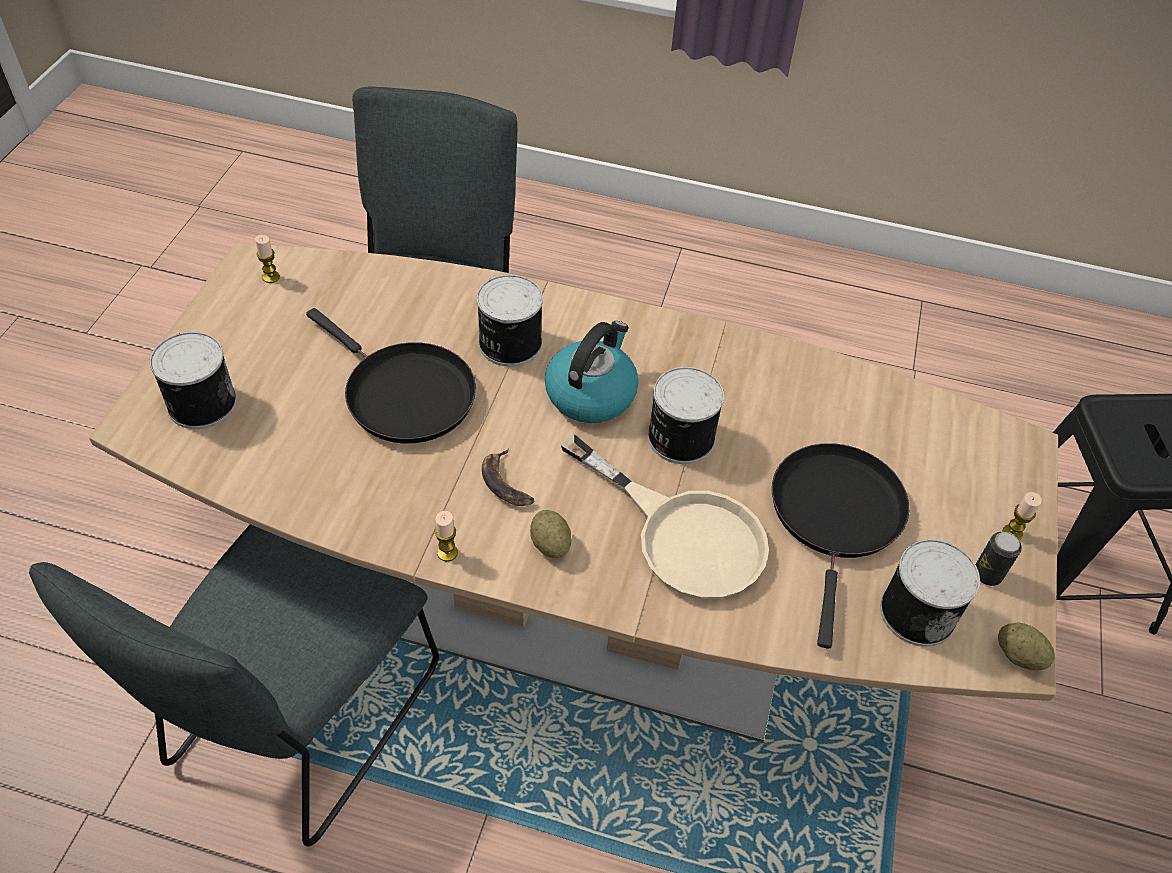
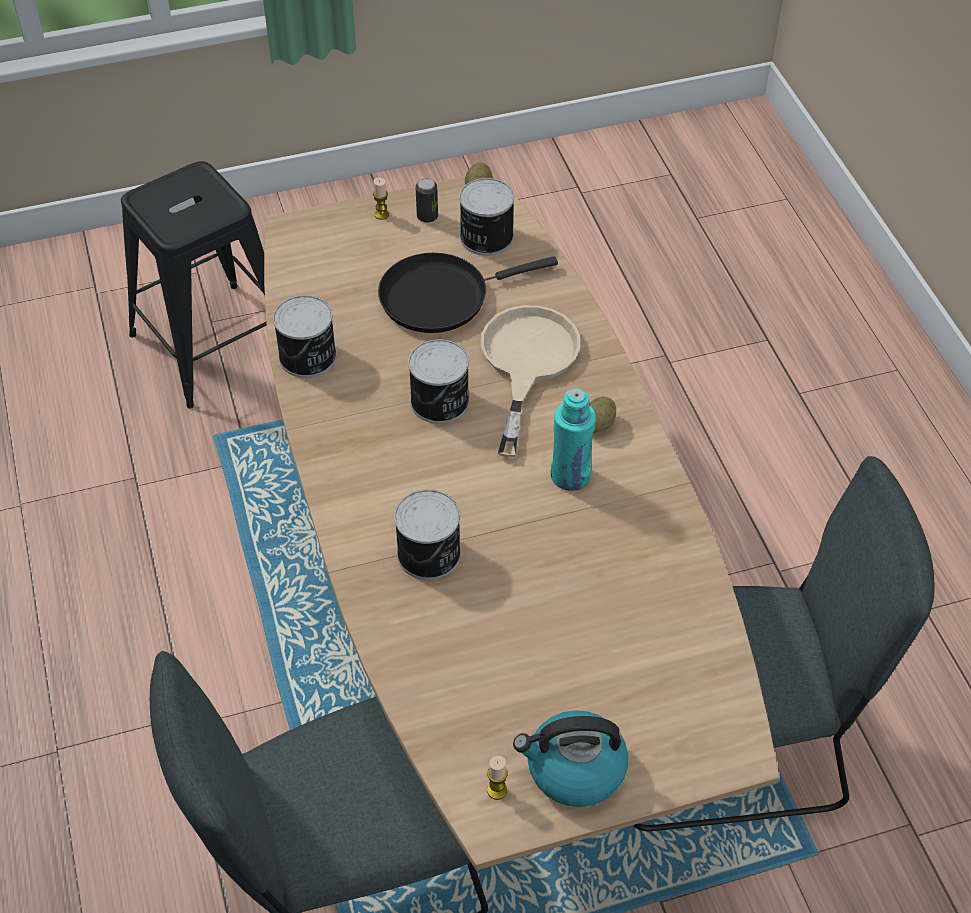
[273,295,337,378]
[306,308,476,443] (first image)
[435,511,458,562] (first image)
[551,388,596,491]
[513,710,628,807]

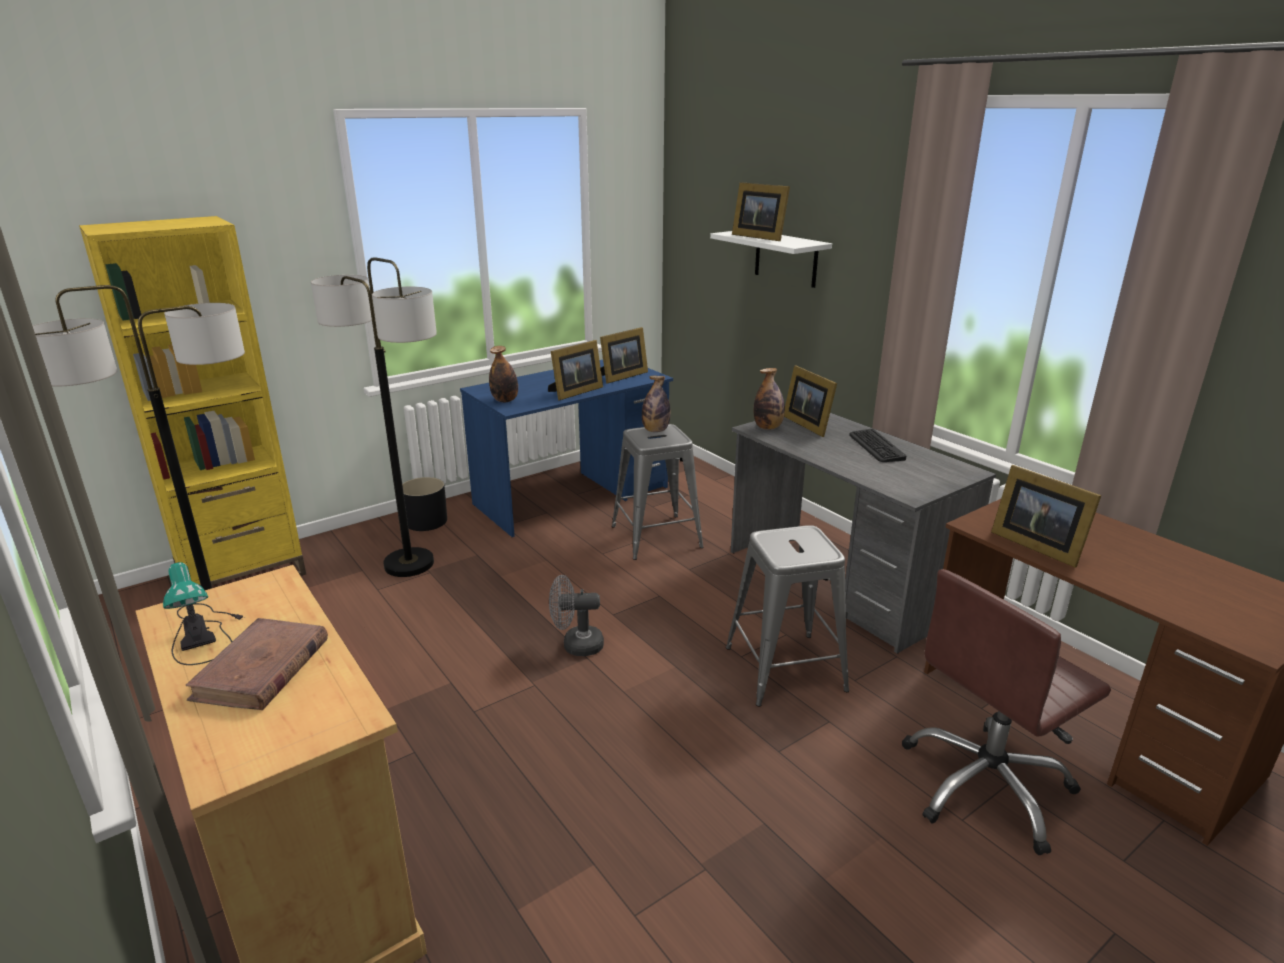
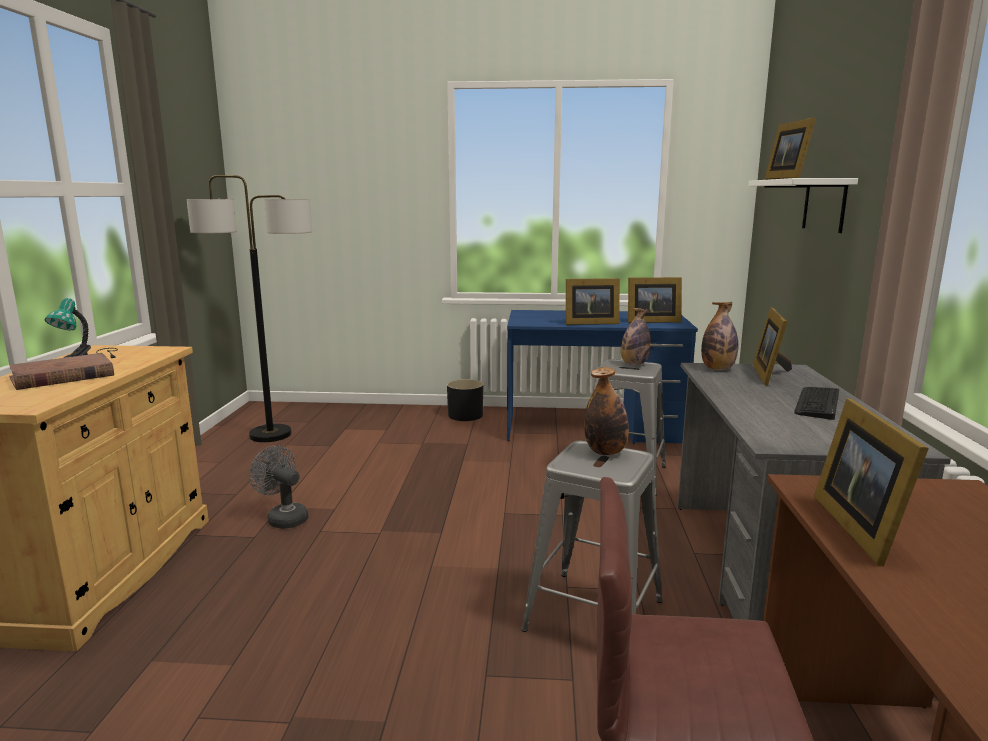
[79,216,306,586] (first image)
[311,257,437,577] (first image)
[584,367,629,455]
[249,445,308,529]

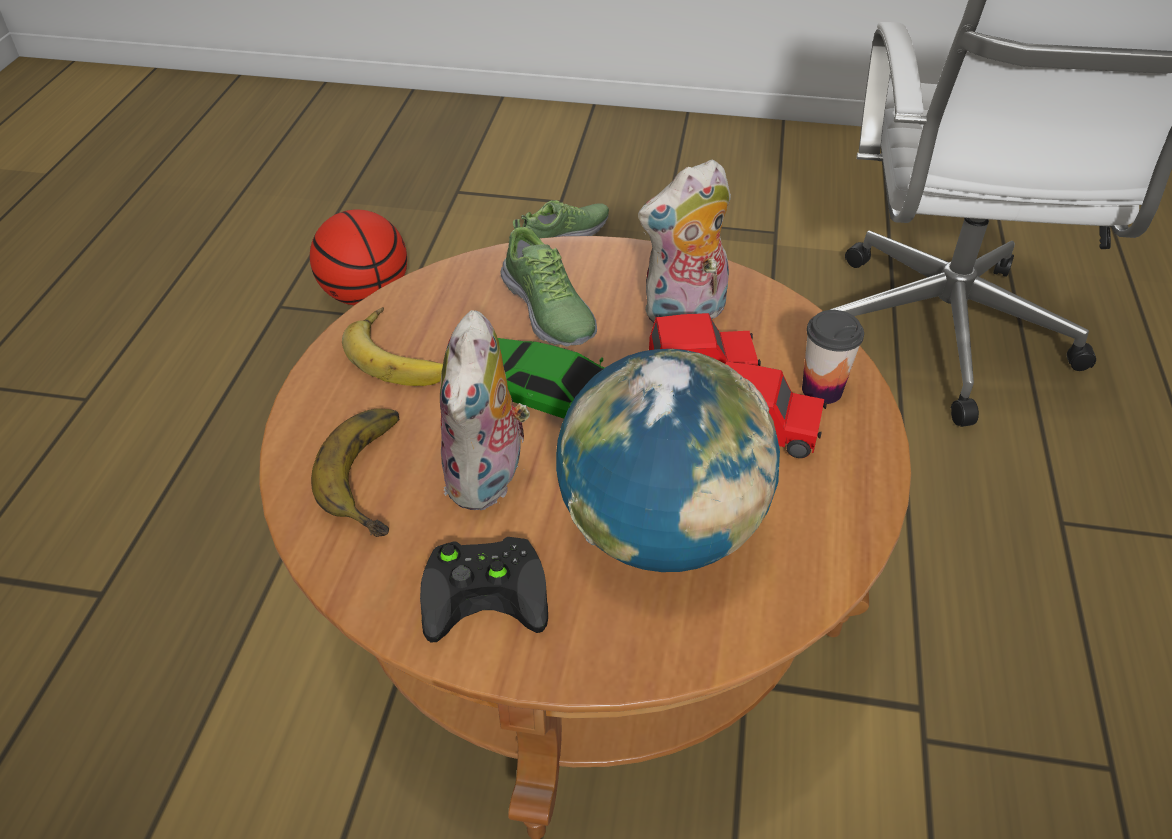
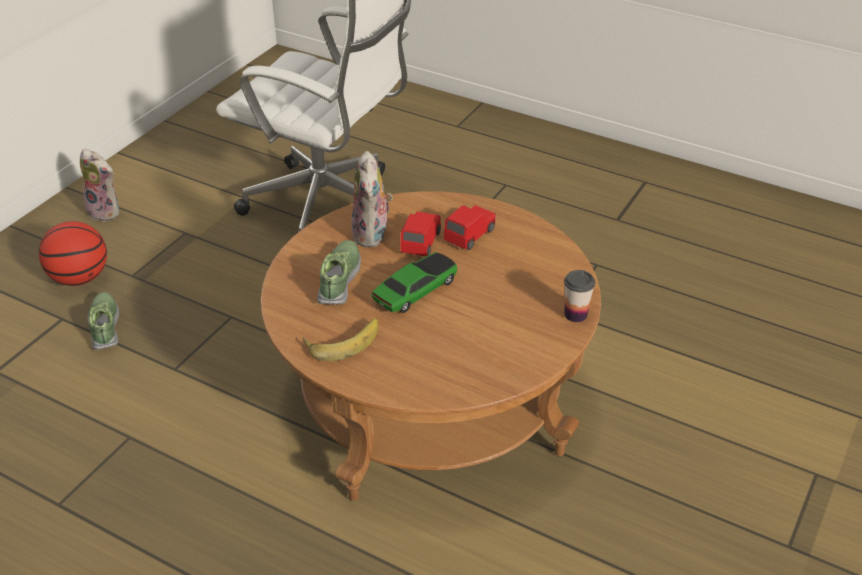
[39,221,107,286]
[311,408,400,537] (first image)
[420,537,548,642] (first image)
[80,148,119,222]
[317,240,361,305]
[556,349,780,572] (first image)
[564,270,595,322]

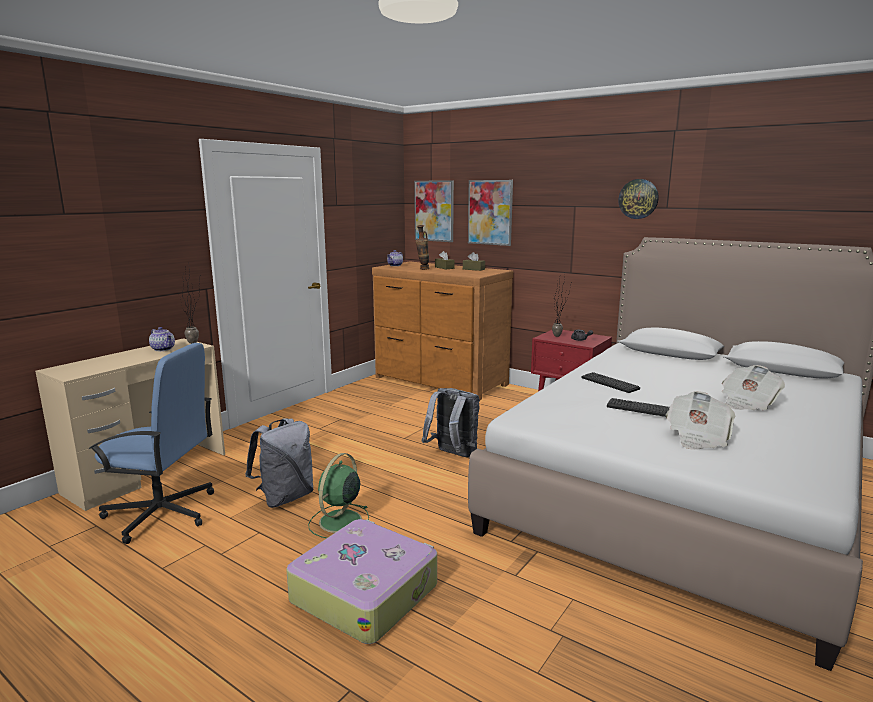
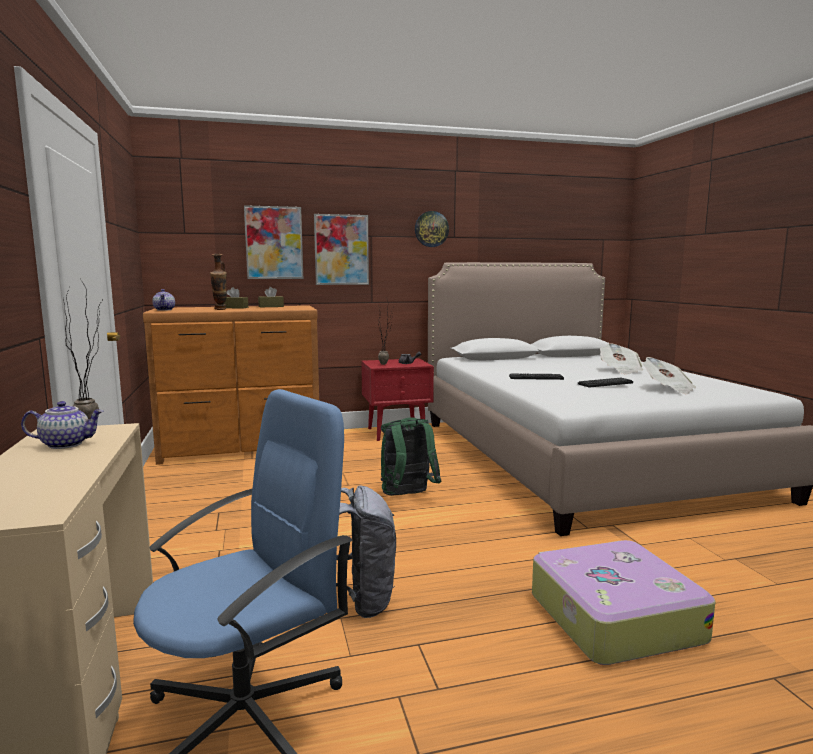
[308,453,369,538] (first image)
[314,214,369,285]
[381,417,441,495]

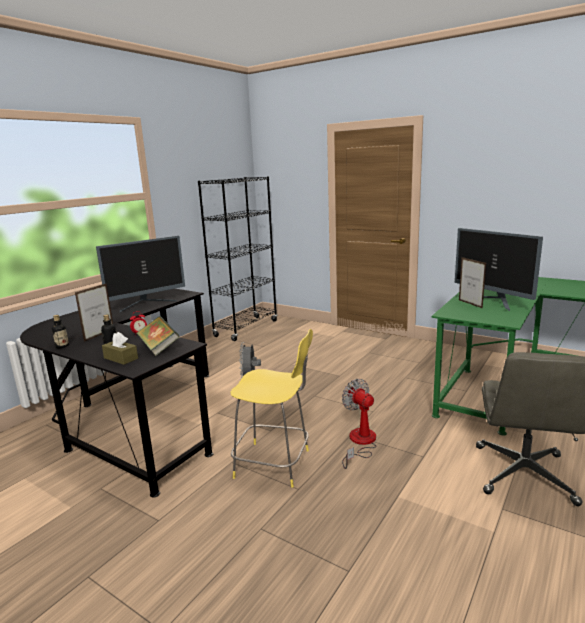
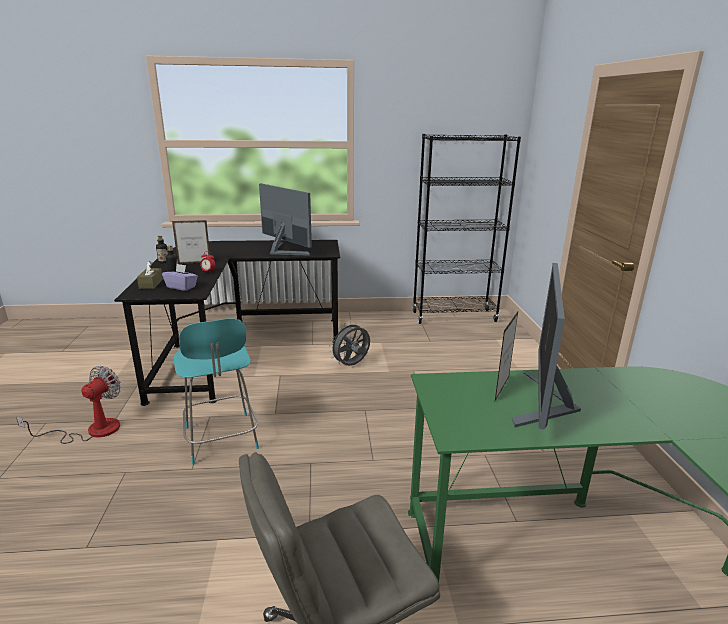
[259,183,312,256]
[162,264,198,291]
[174,318,259,465]
[16,366,121,444]

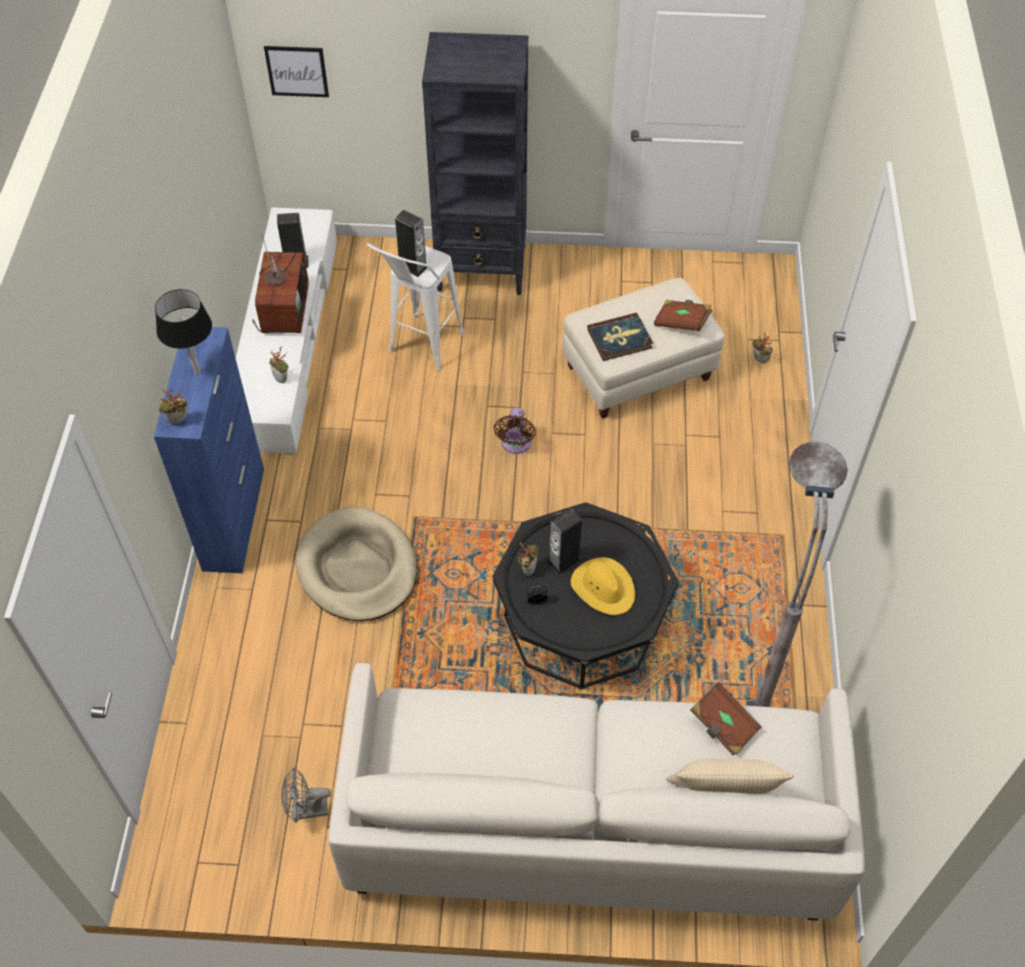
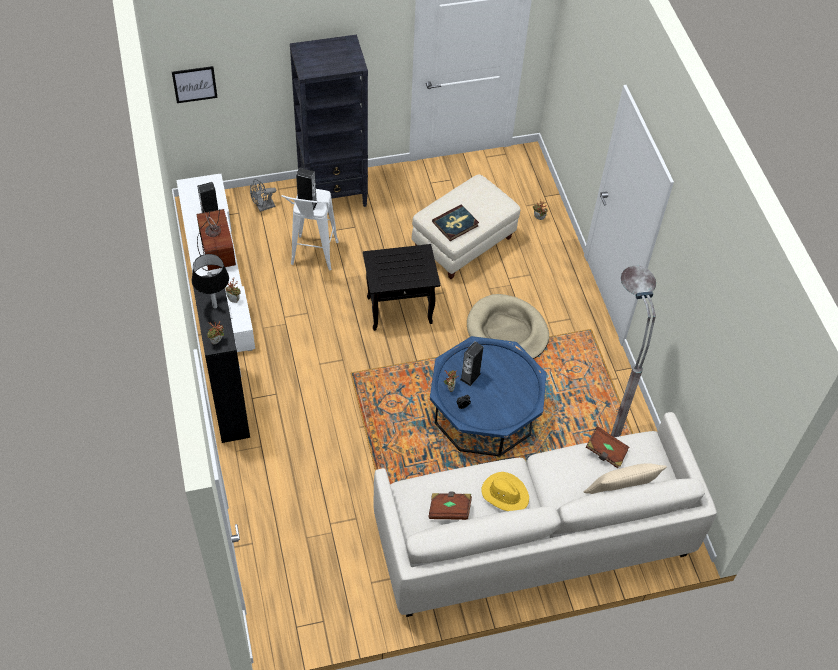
[193,274,250,443]
[250,179,276,212]
[467,294,549,359]
[430,336,546,456]
[363,244,440,331]
[482,472,529,511]
[428,491,472,520]

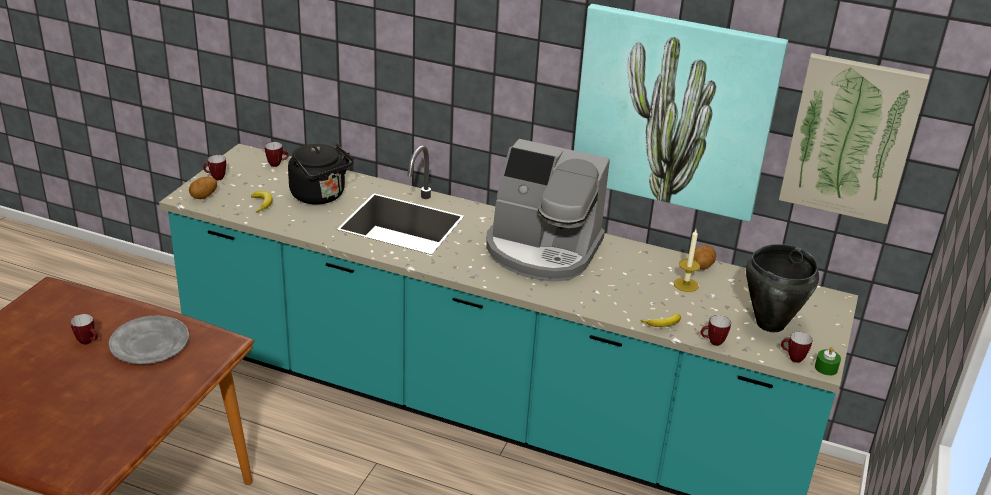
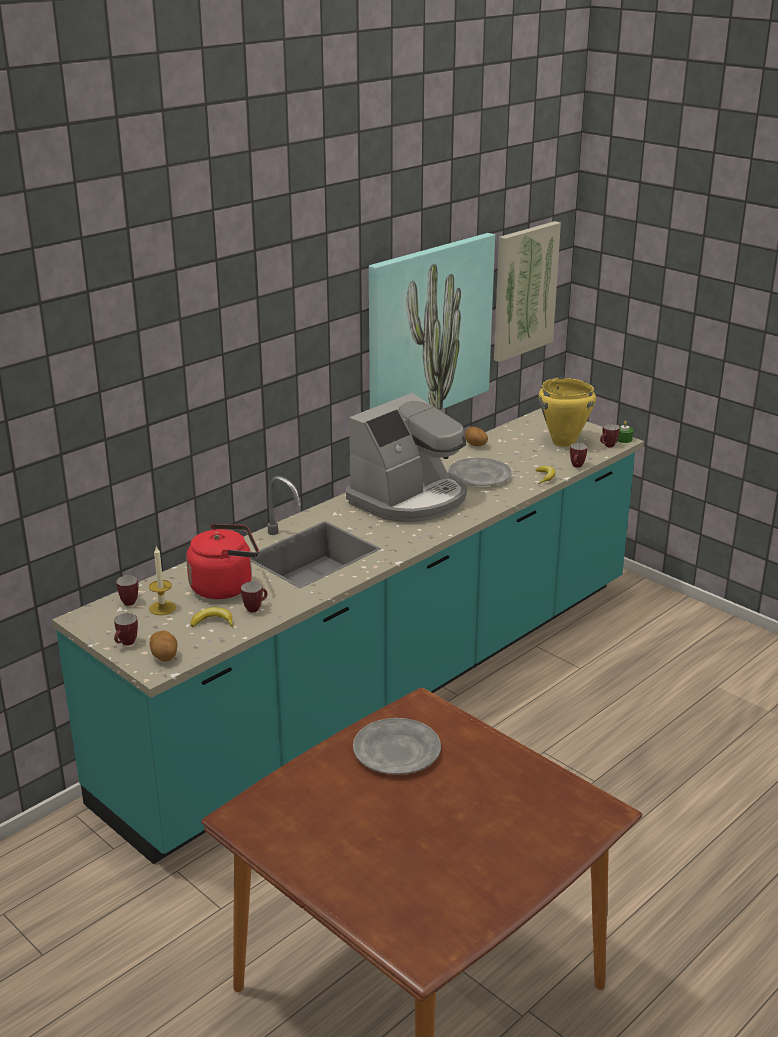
[241,582,267,613]
[186,524,259,599]
[149,546,176,615]
[539,378,596,447]
[448,458,512,486]

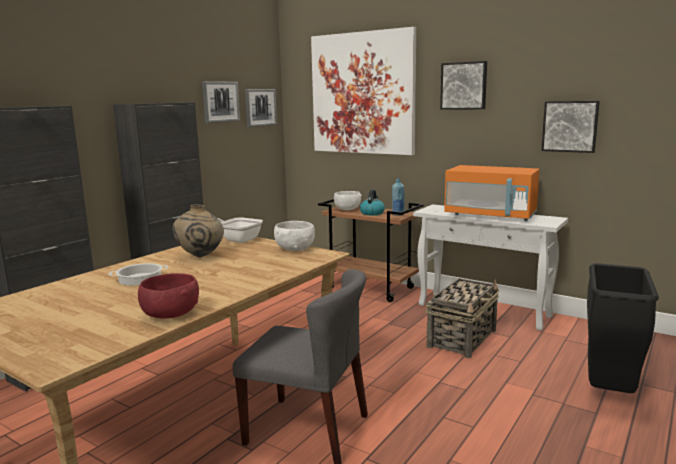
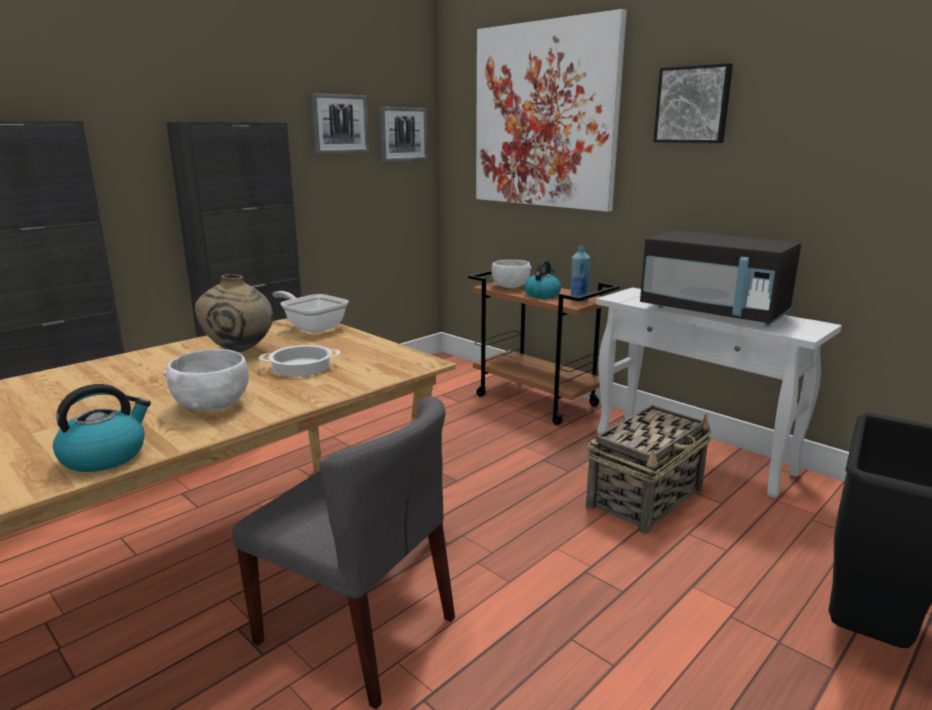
[259,345,340,377]
[53,384,151,472]
[163,349,249,411]
[640,230,801,327]
[541,101,600,153] (first image)

